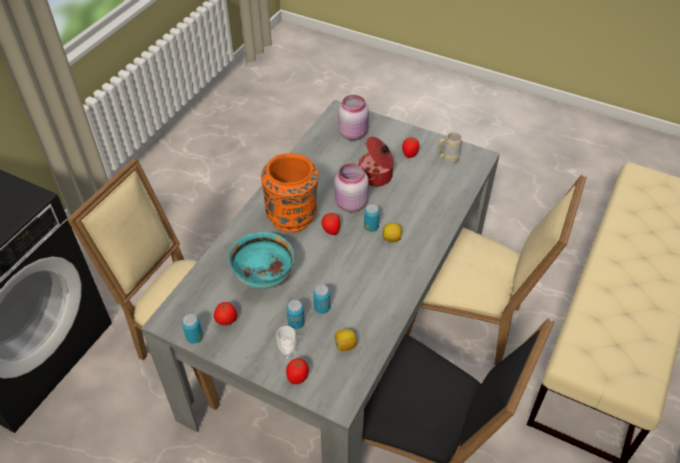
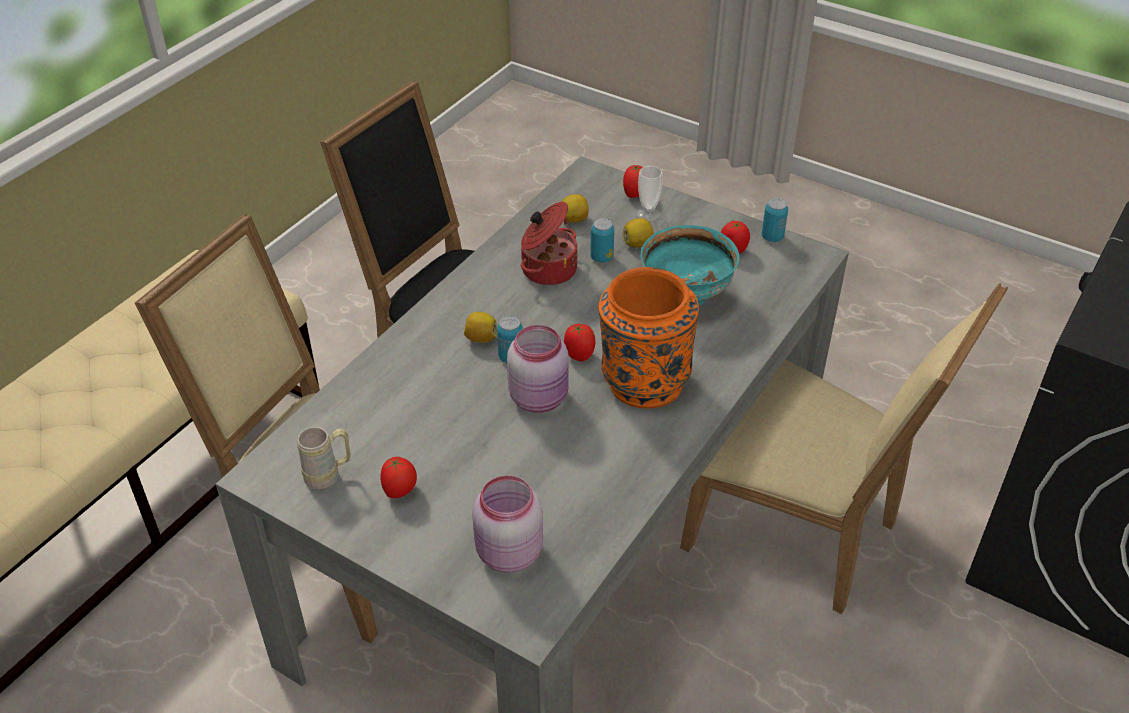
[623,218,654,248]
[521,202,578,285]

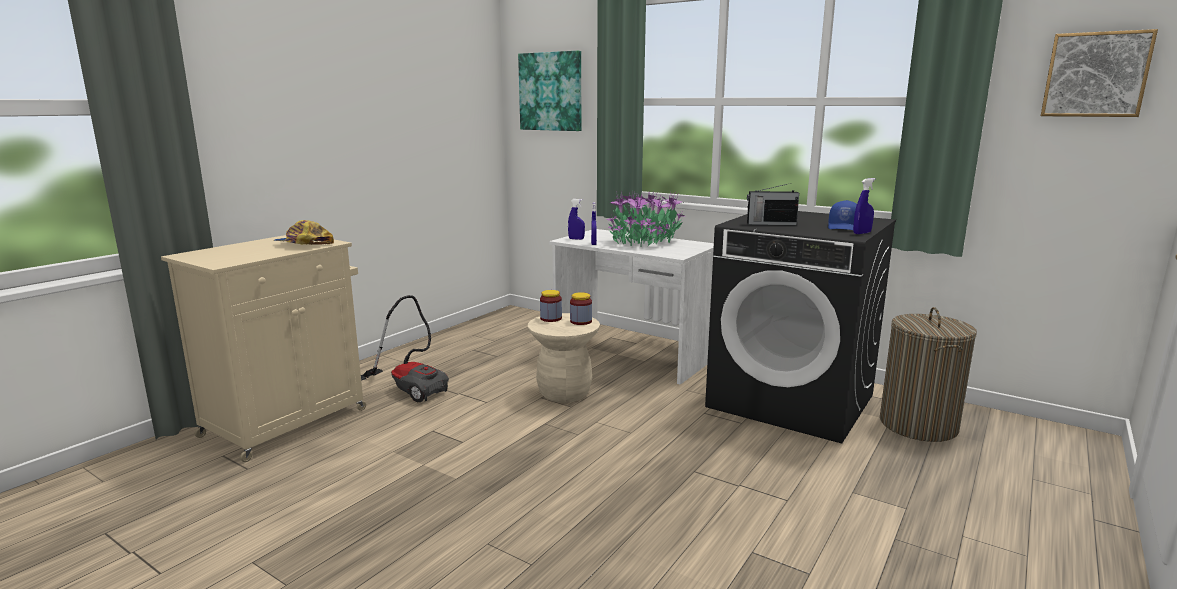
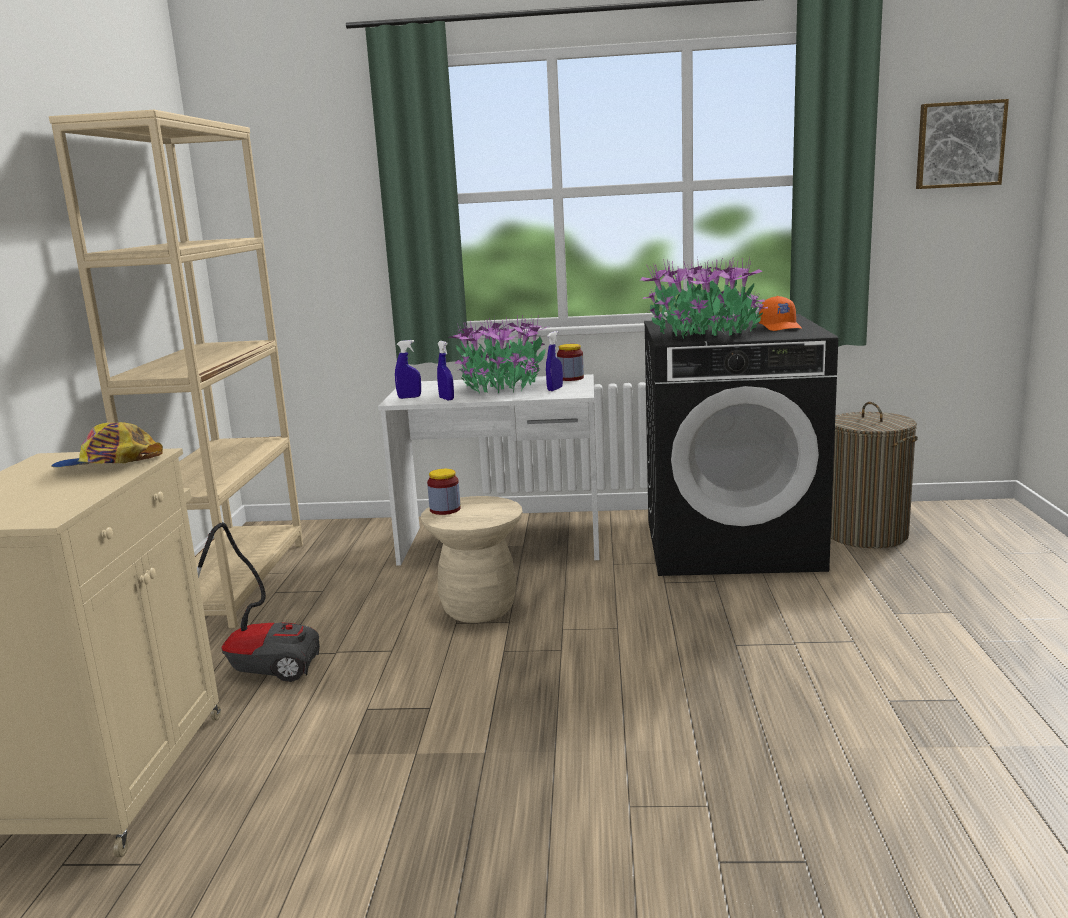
[518,51,581,131] (first image)
[557,344,584,381]
[640,257,768,339]
[759,296,802,331]
[546,331,563,391]
[49,110,303,628]

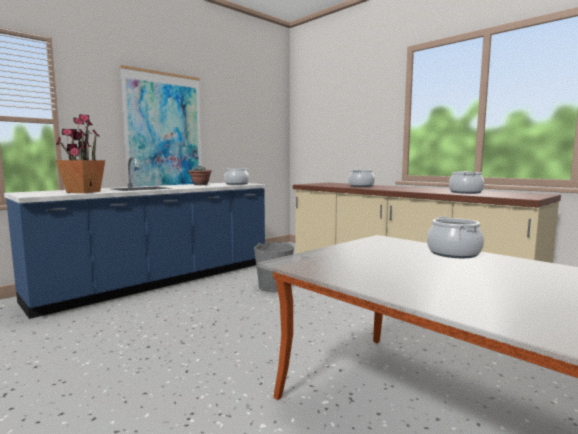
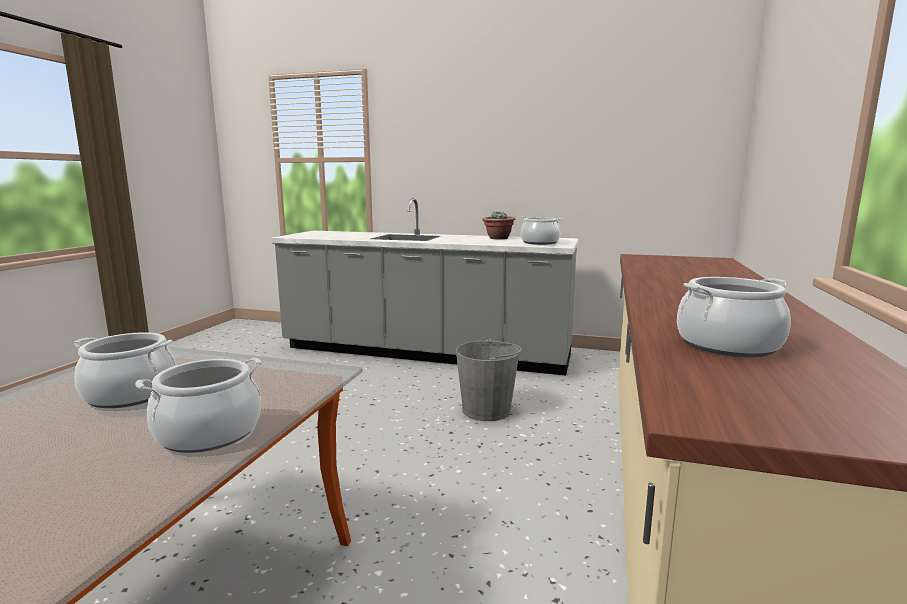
[270,198,579,376]
[56,114,105,193] (first image)
[120,65,202,187] (first image)
[73,332,177,408]

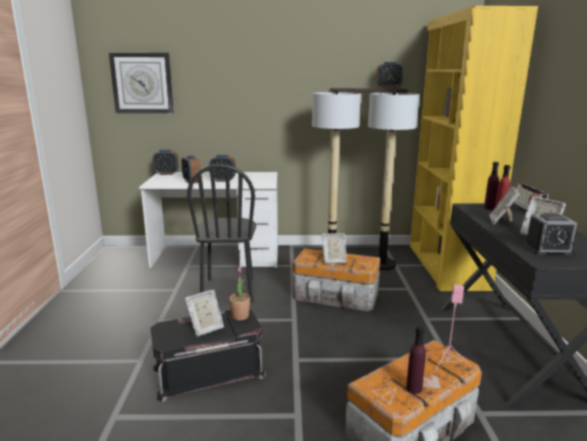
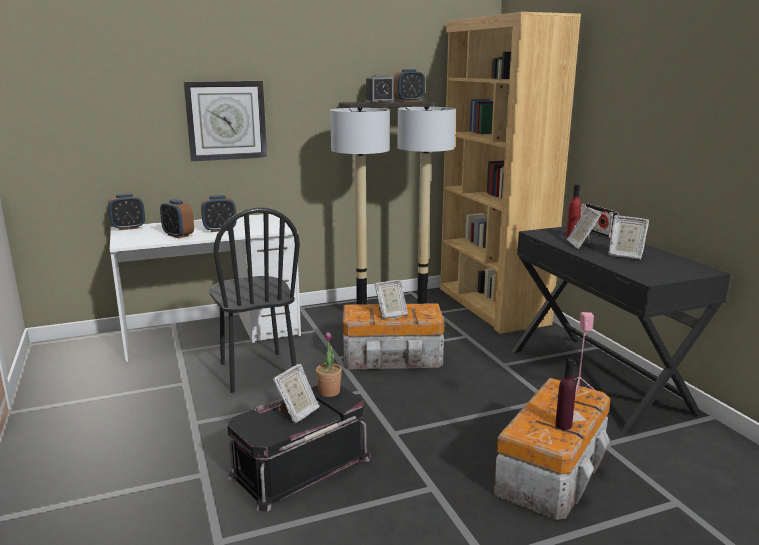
[184,81,267,161]
[440,12,581,334]
[484,162,499,210] (first image)
[365,75,395,103]

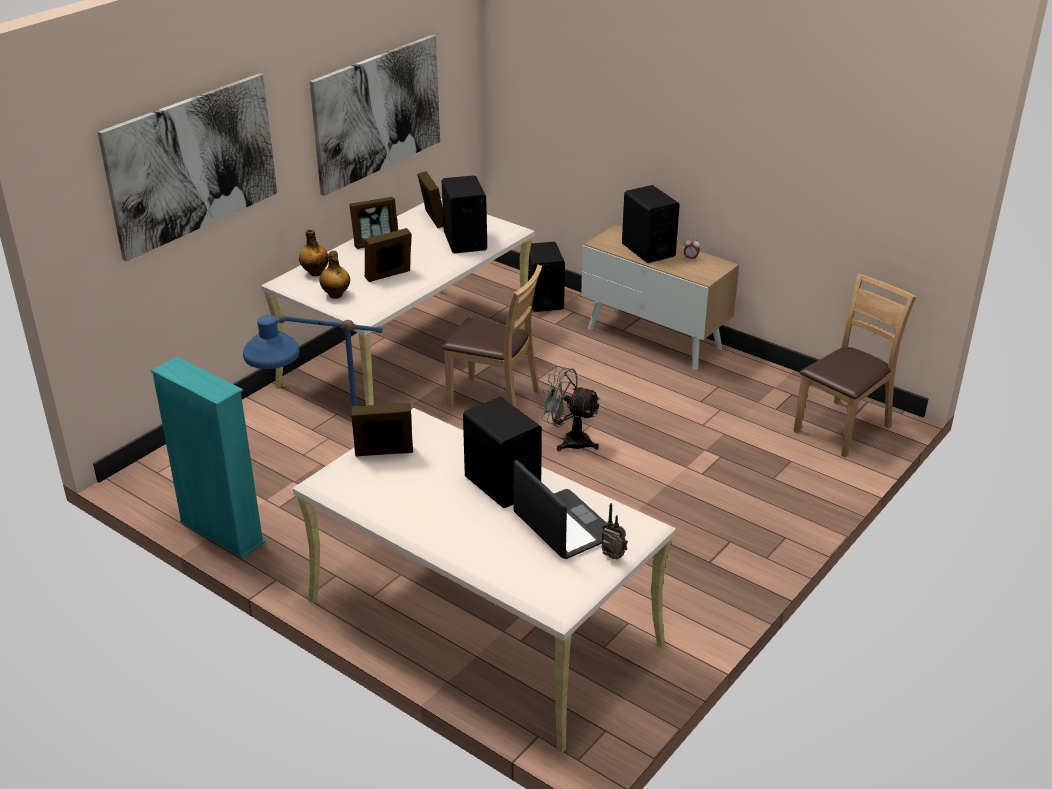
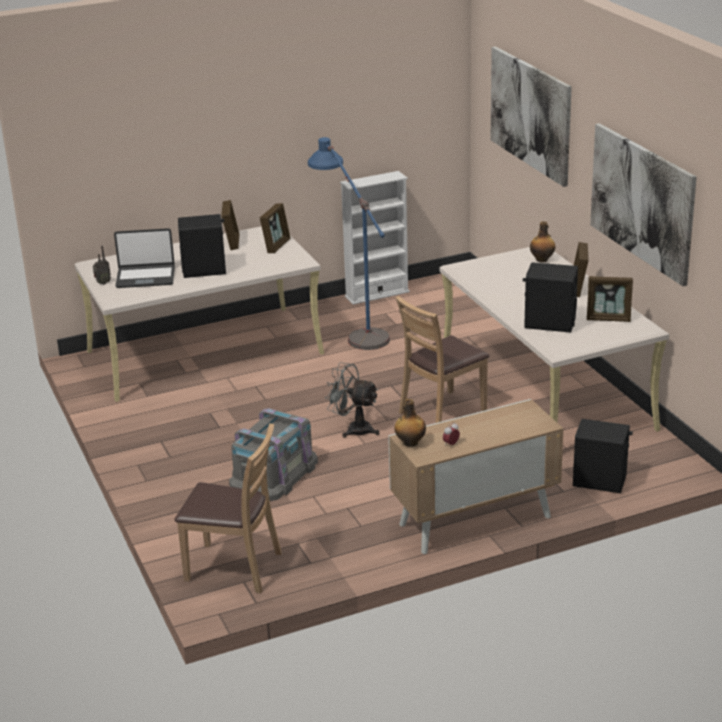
[340,171,410,305]
[394,399,426,447]
[221,200,239,250]
[325,362,379,438]
[622,185,680,263] (first image)
[175,423,282,594]
[229,408,318,501]

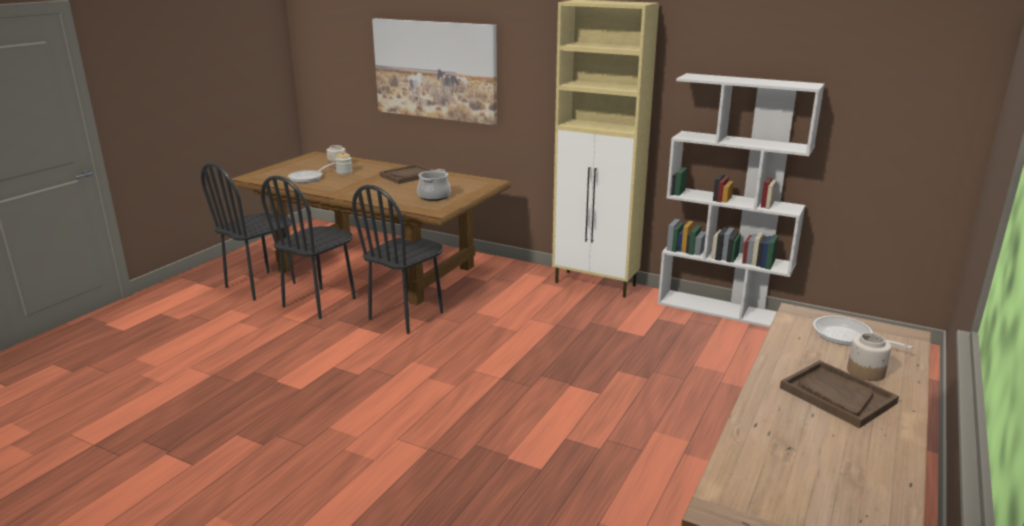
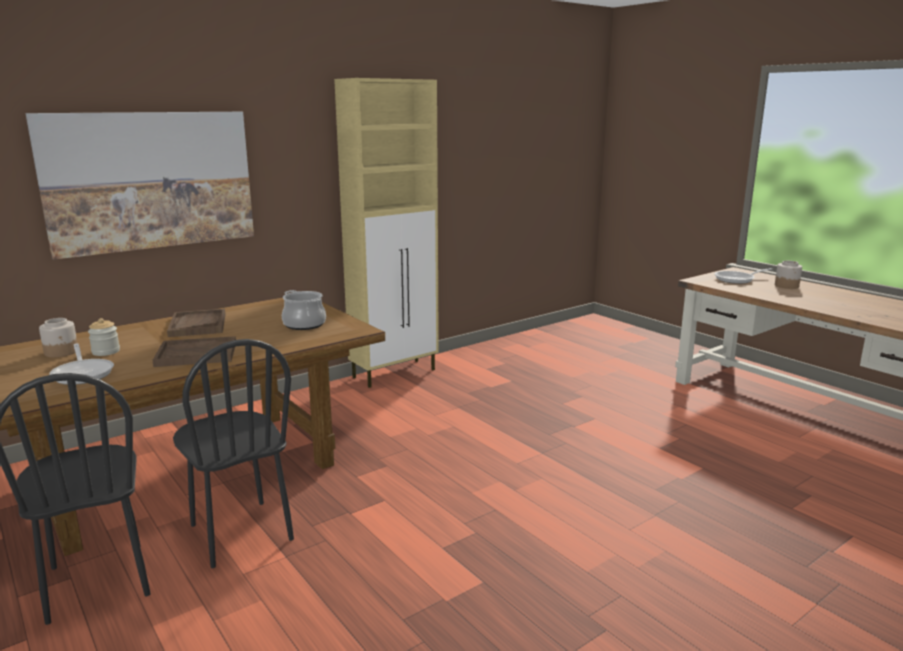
[352,185,443,334] (first image)
[658,73,825,328] (first image)
[152,336,236,367]

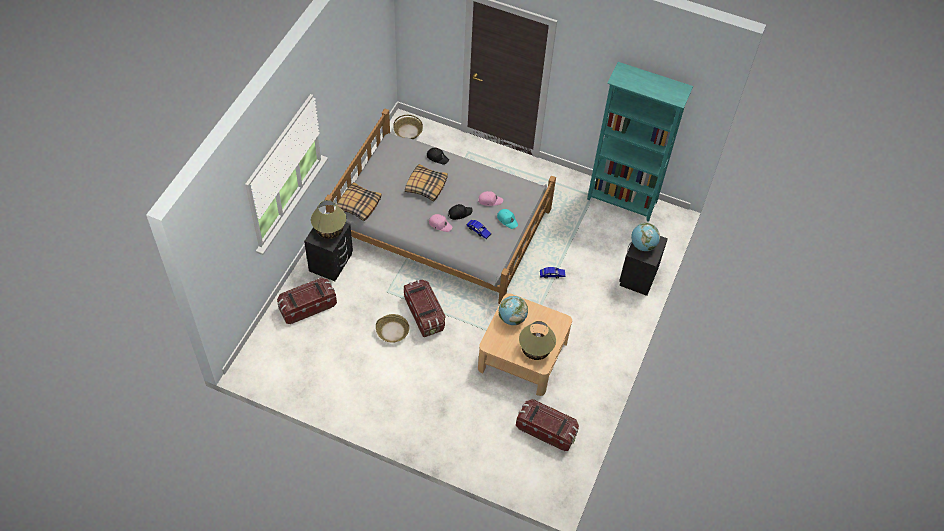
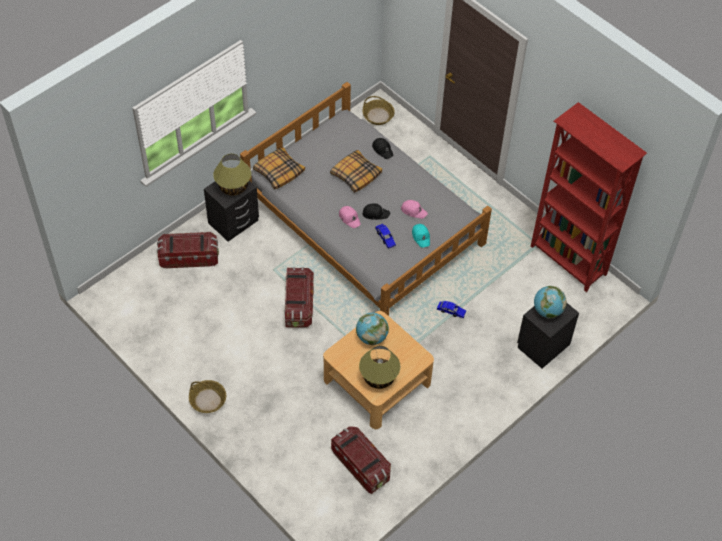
[189,380,226,413]
[531,102,647,292]

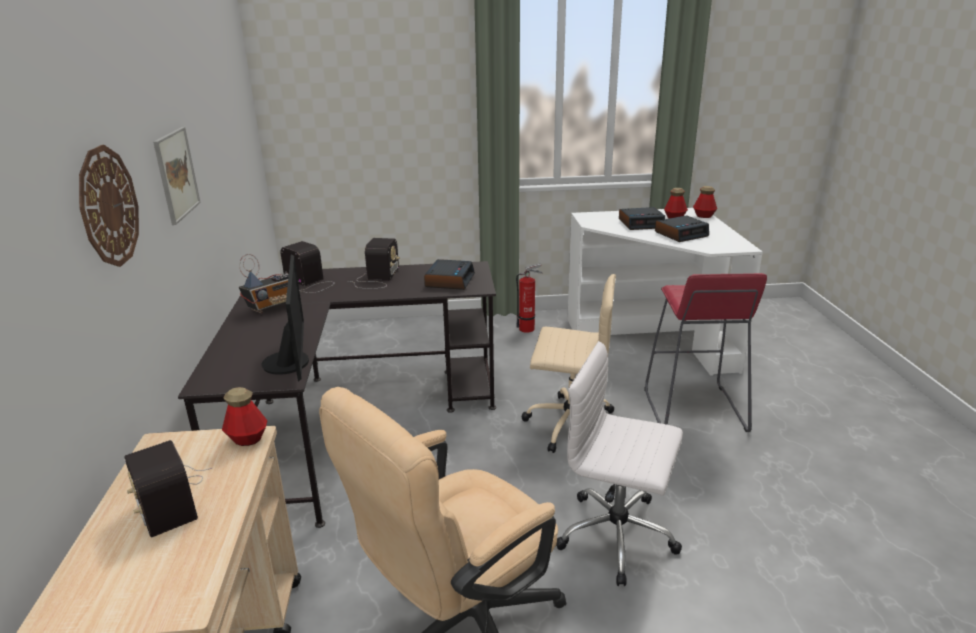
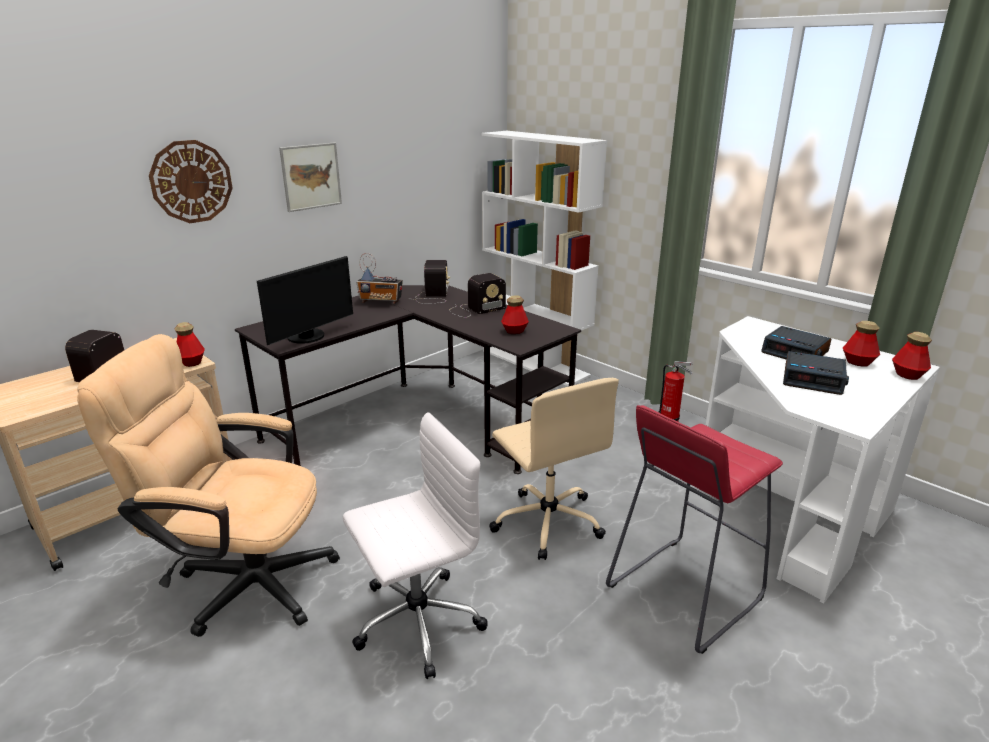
[501,295,529,334]
[343,412,488,679]
[481,131,607,387]

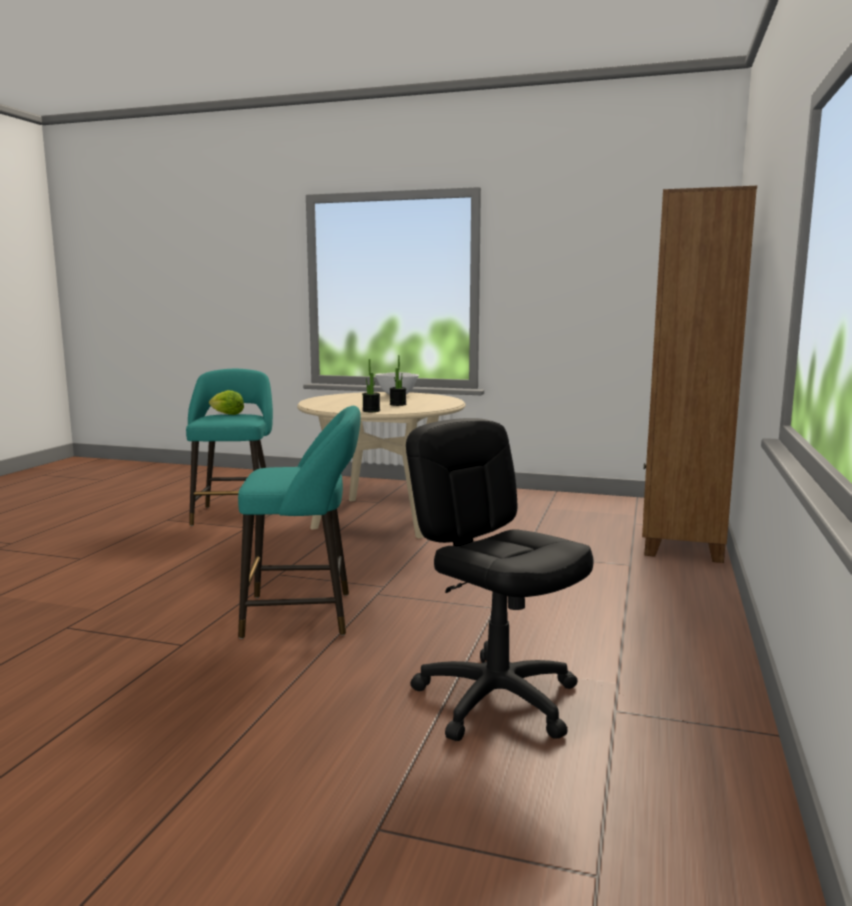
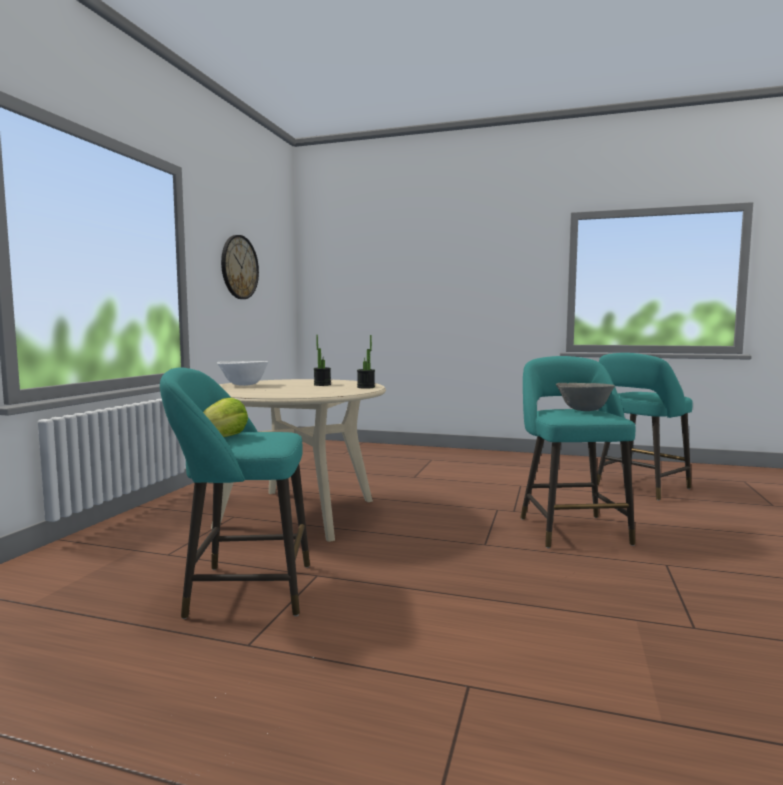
[597,353,693,501]
[642,186,757,563] (first image)
[221,235,259,299]
[556,383,615,411]

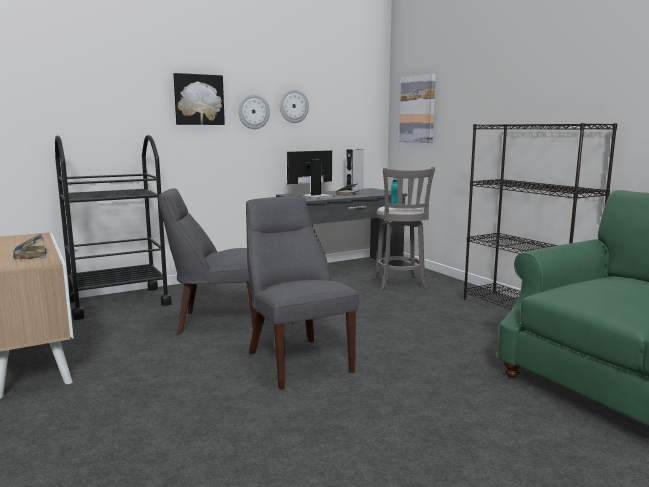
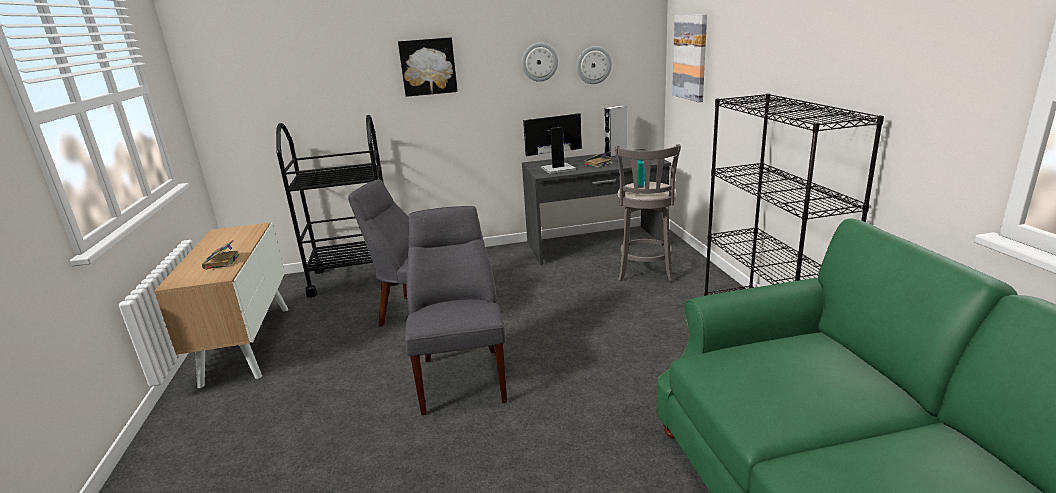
[577,46,612,84]

